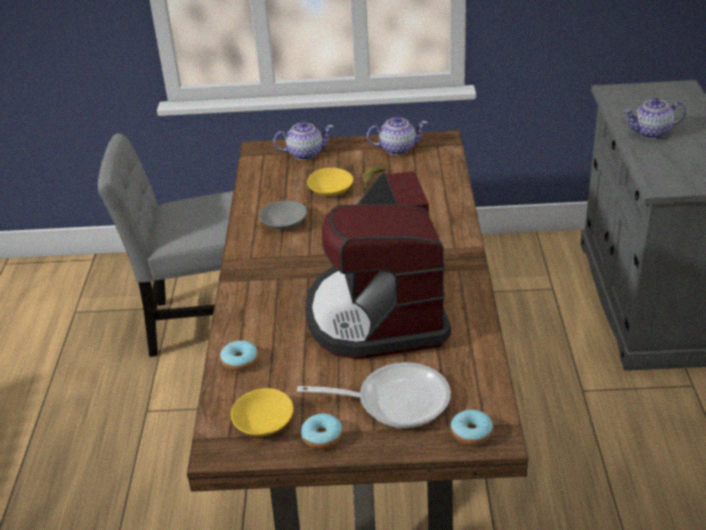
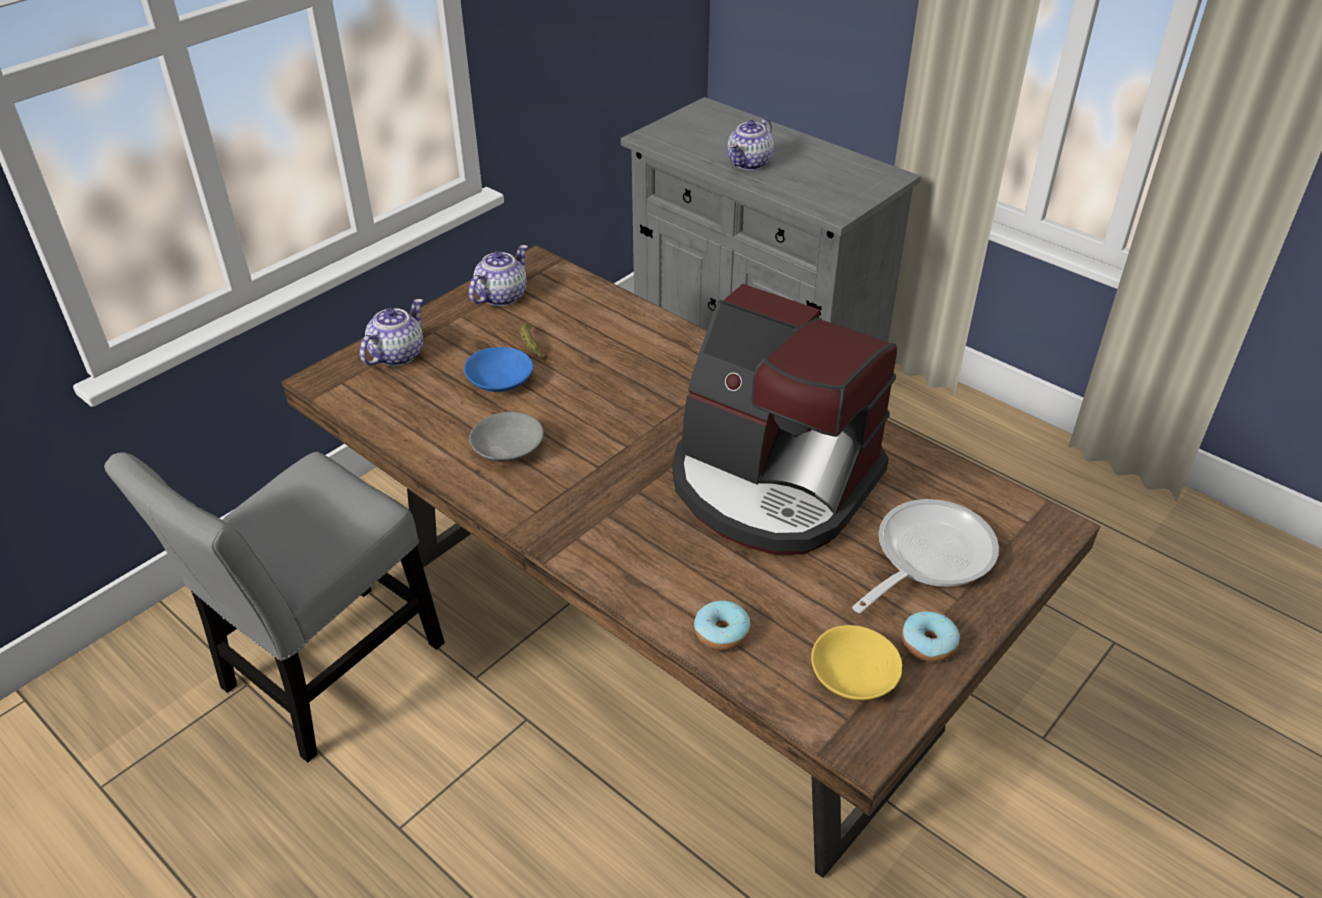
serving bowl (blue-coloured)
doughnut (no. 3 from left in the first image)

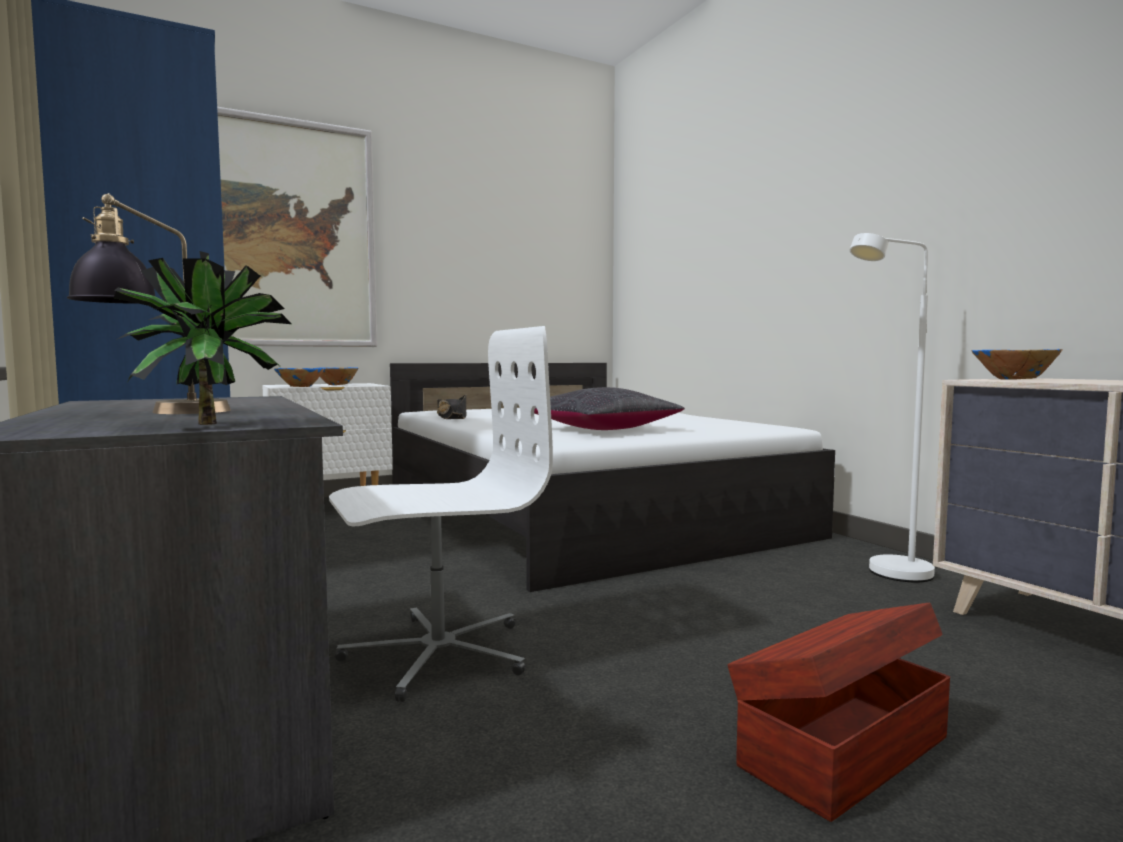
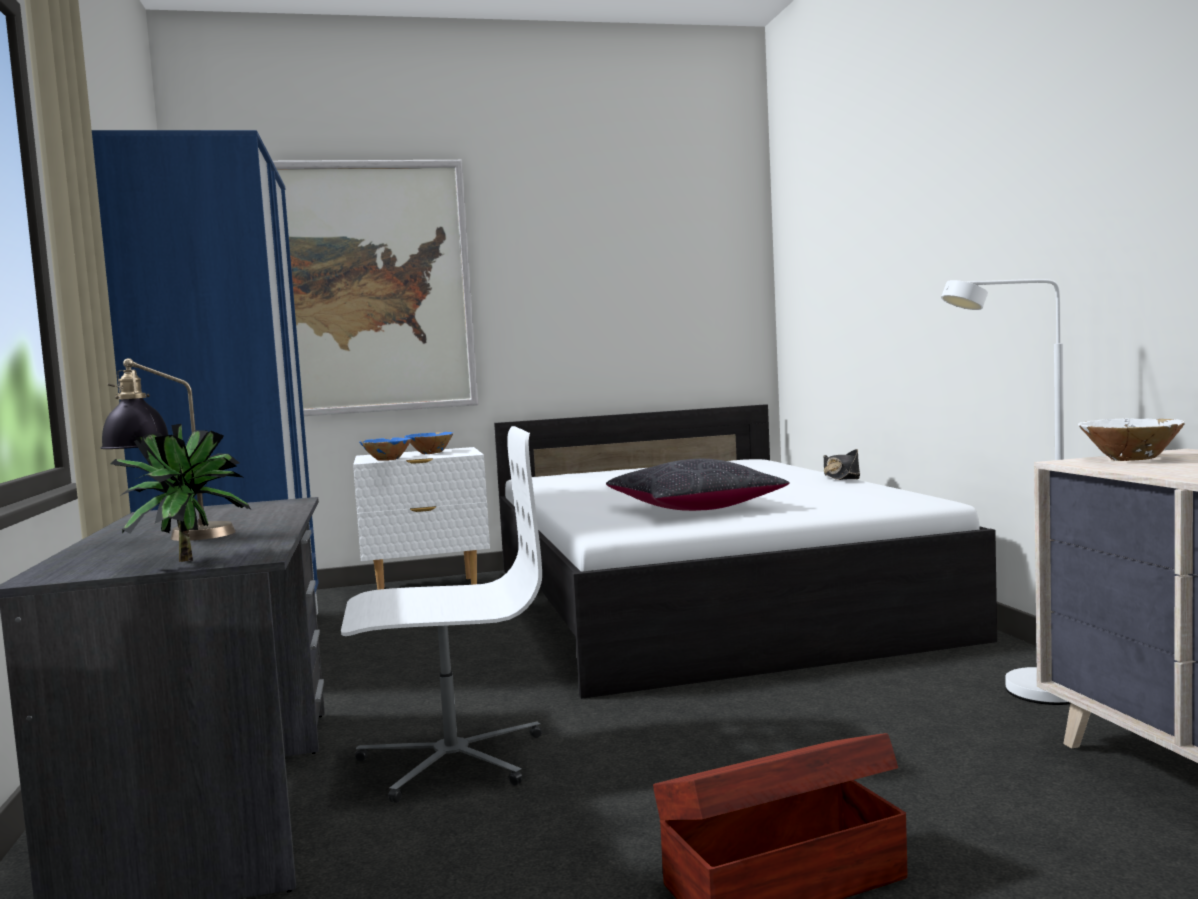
wearable hat (black)
serving bowl (white)

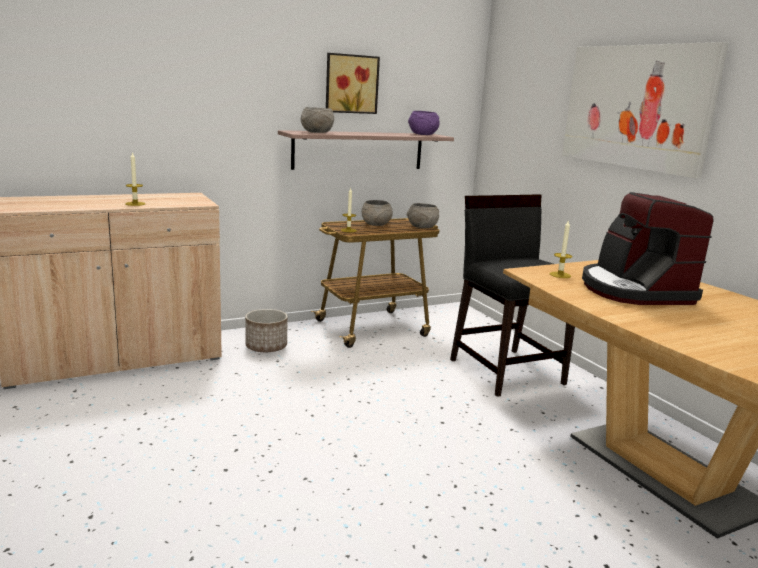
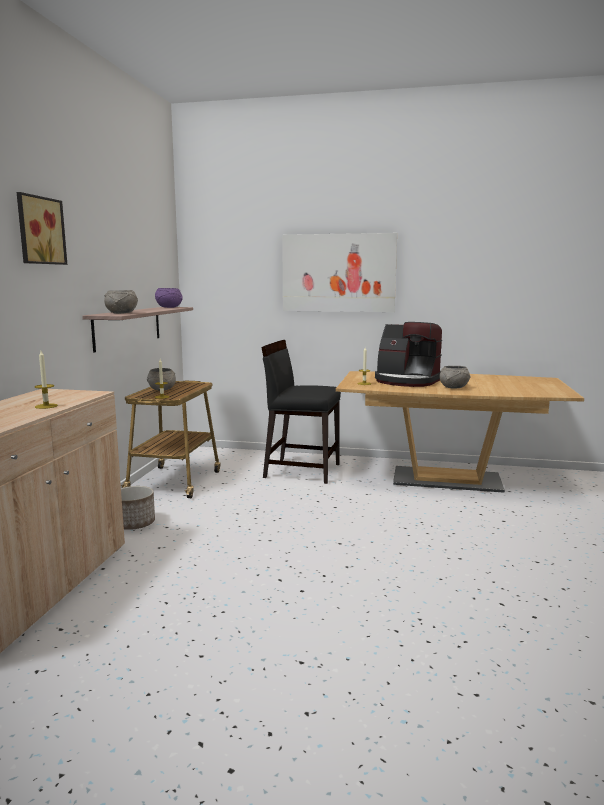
wall art (no. 1 from left)
serving bowl (gray) (no. 3 from left)

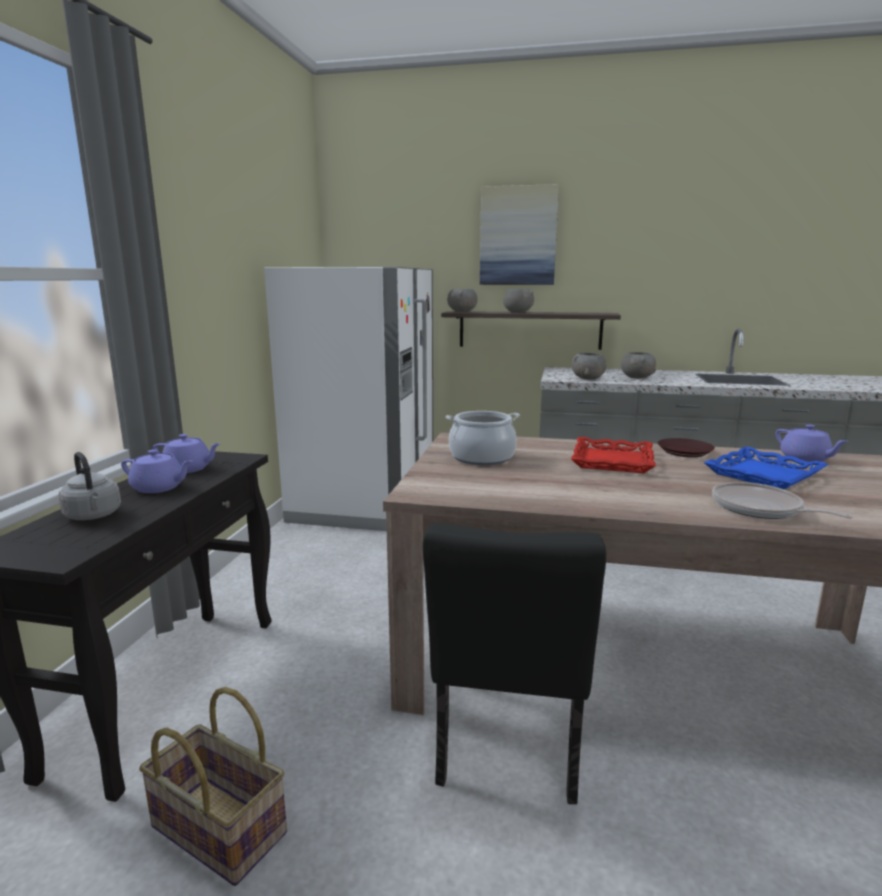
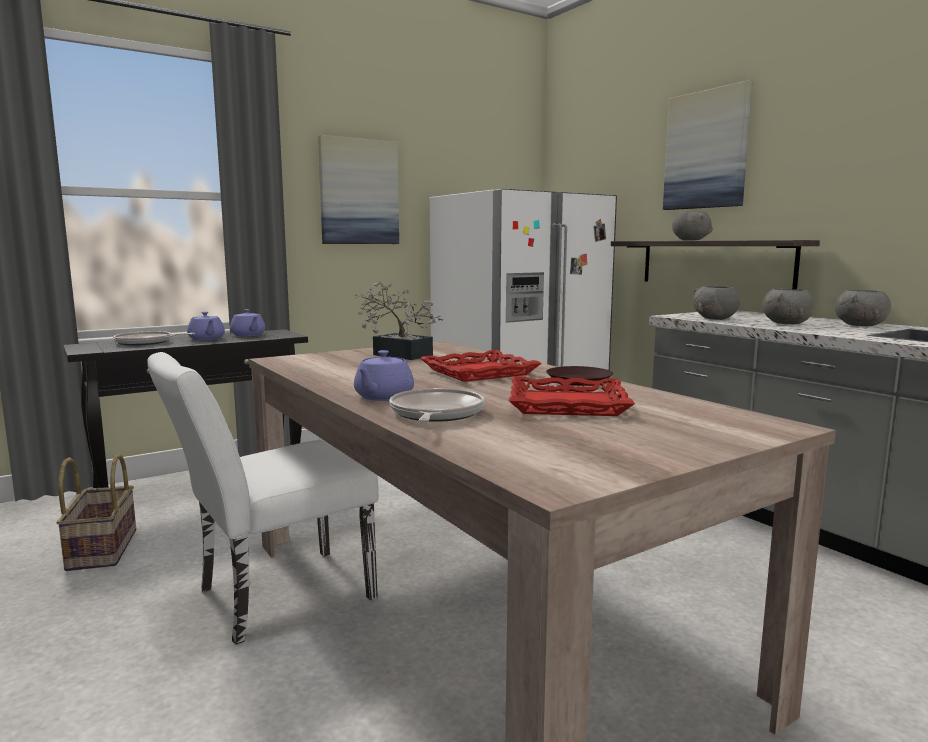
pan (no. 1 from left)
chair (white)
wall art (no. 1 from left)
tea pot (purplish) (no. 3 from left)
plant in a pot
tray (red-coloured) (no. 2 from left)
serving bowl (gray) (no. 4 from left)

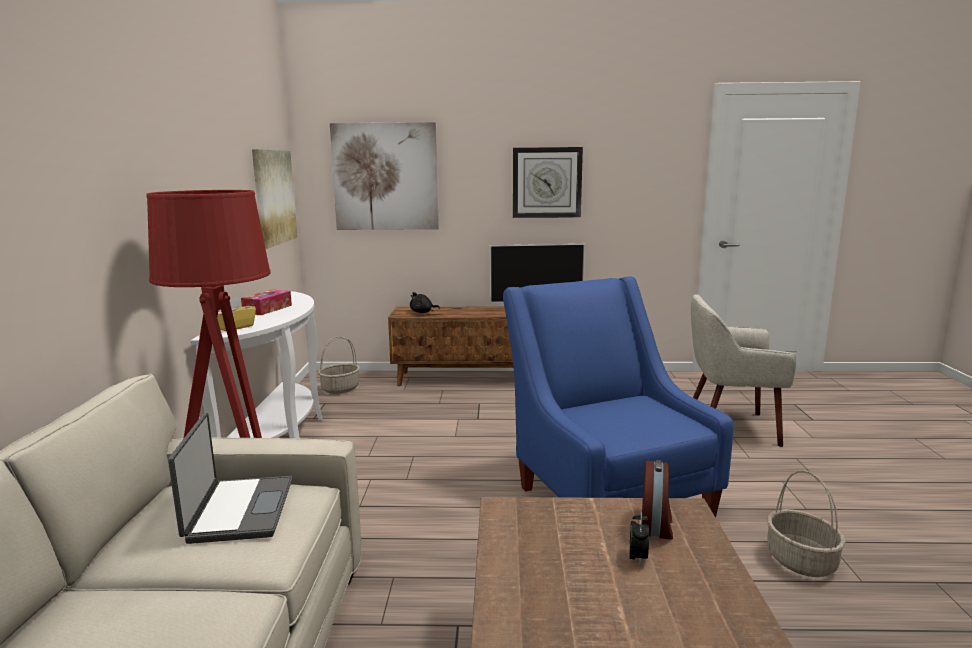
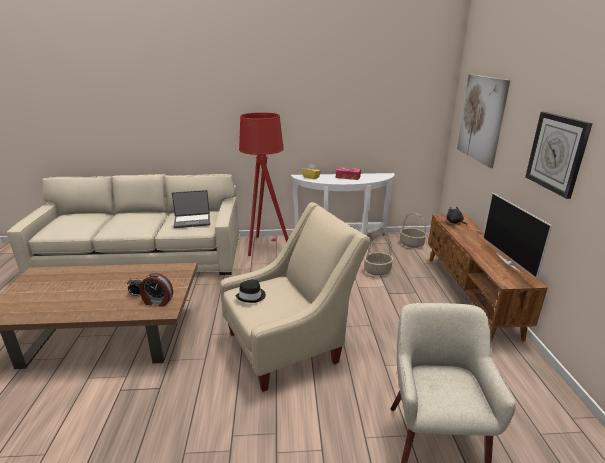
easy chair (beige-coloured) (no. 1 from left)
wearable hat (black)
basket (no. 1 from left)
wall art (no. 1 from left in the first image)

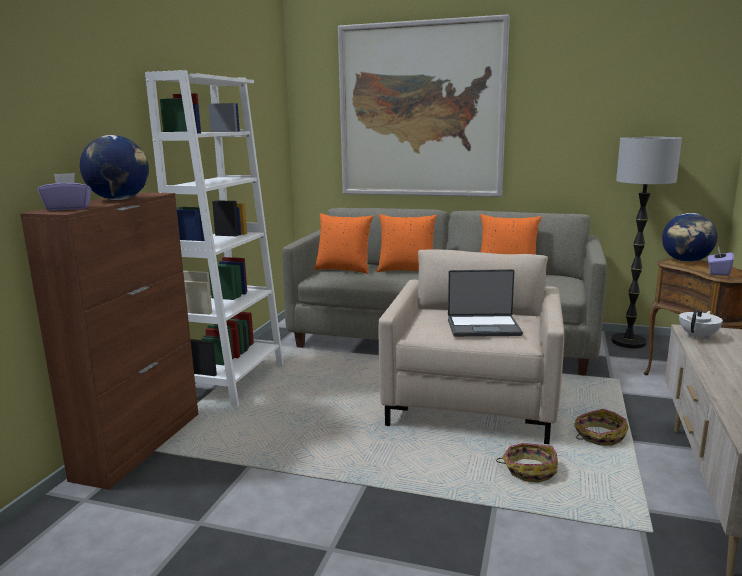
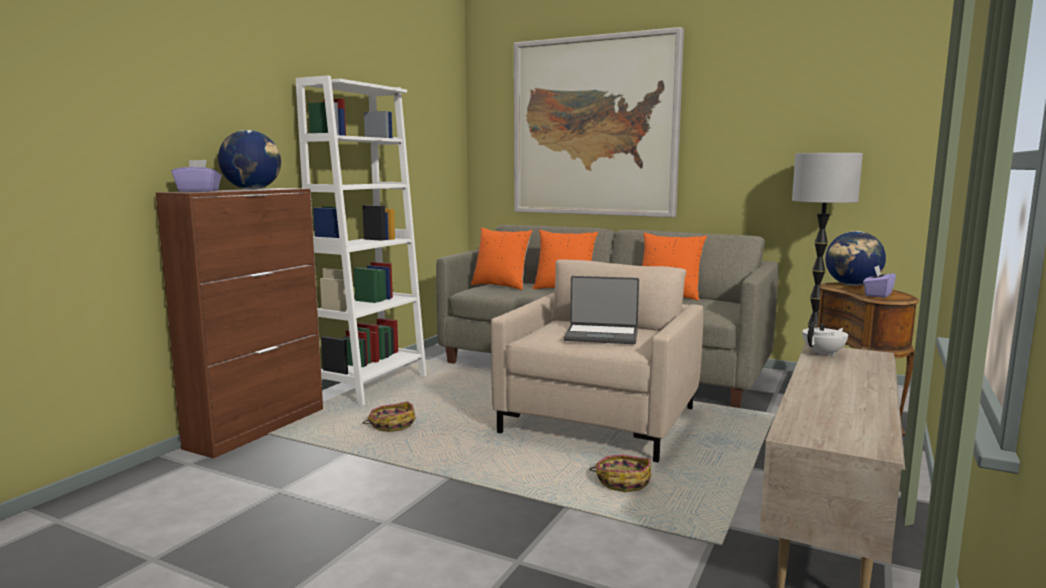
basket (no. 1 from left)

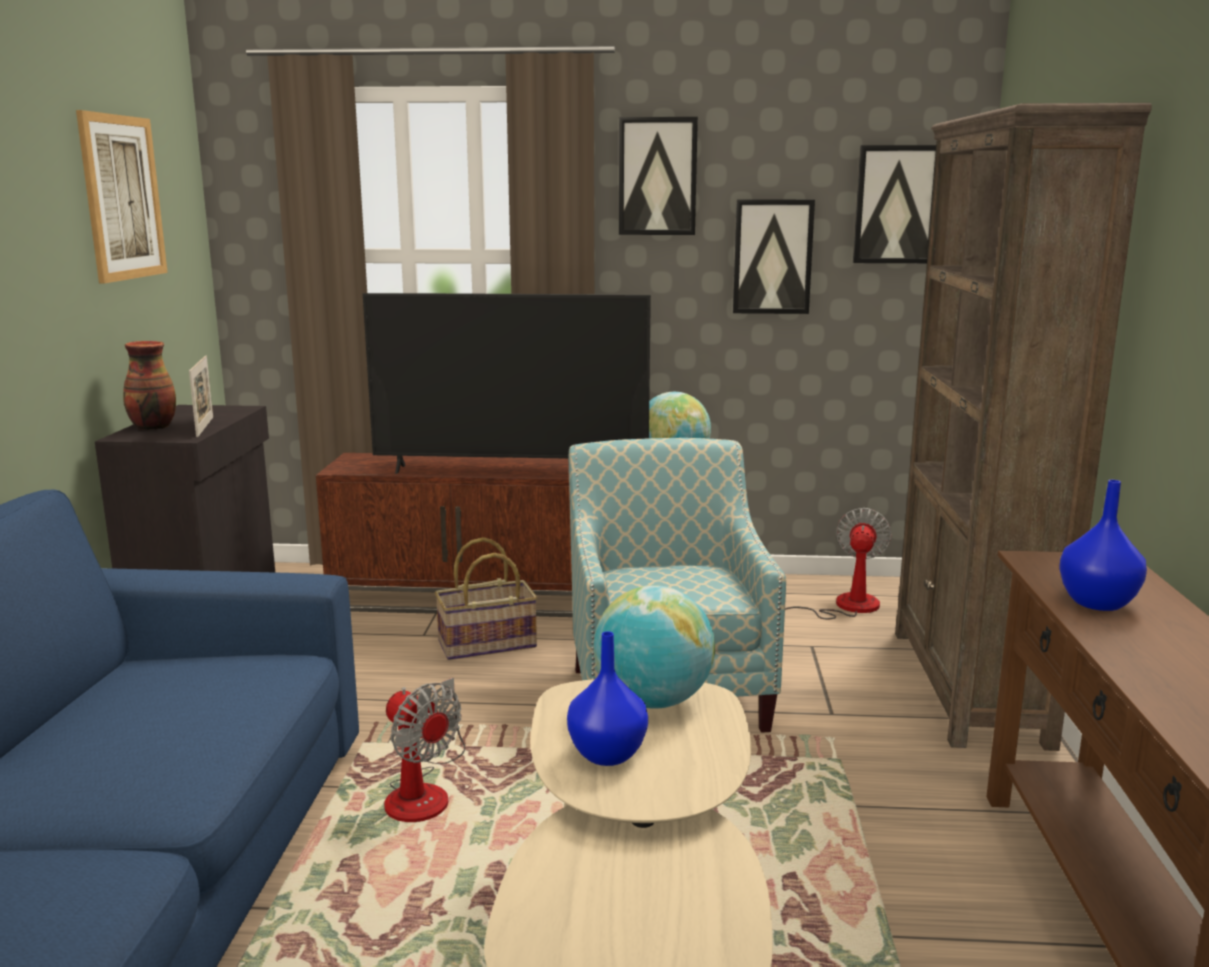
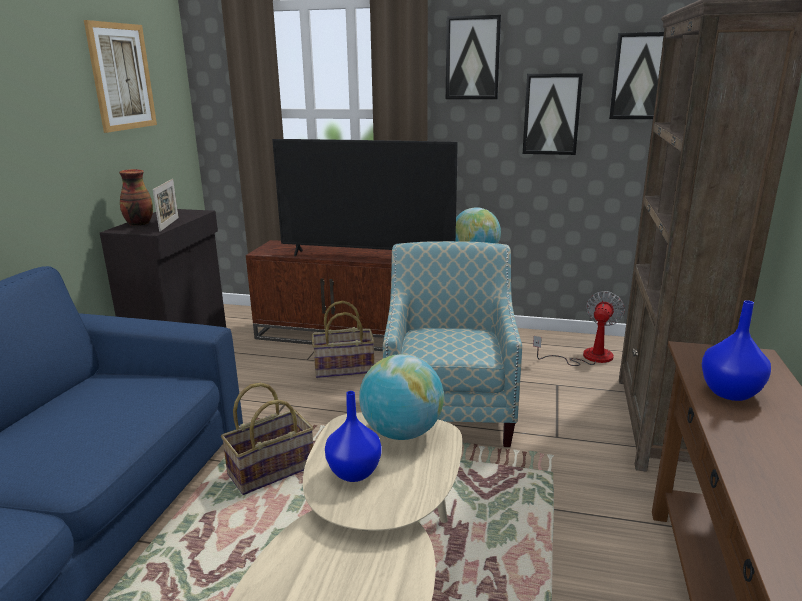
basket (no. 1 from left)

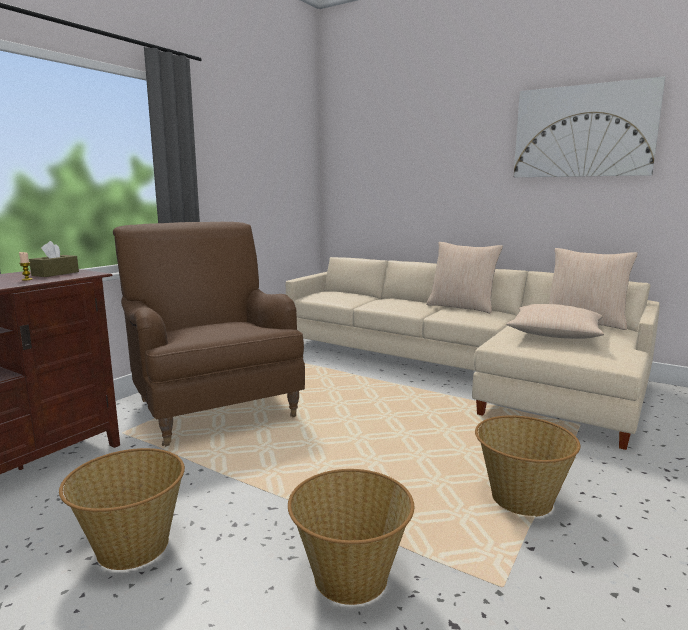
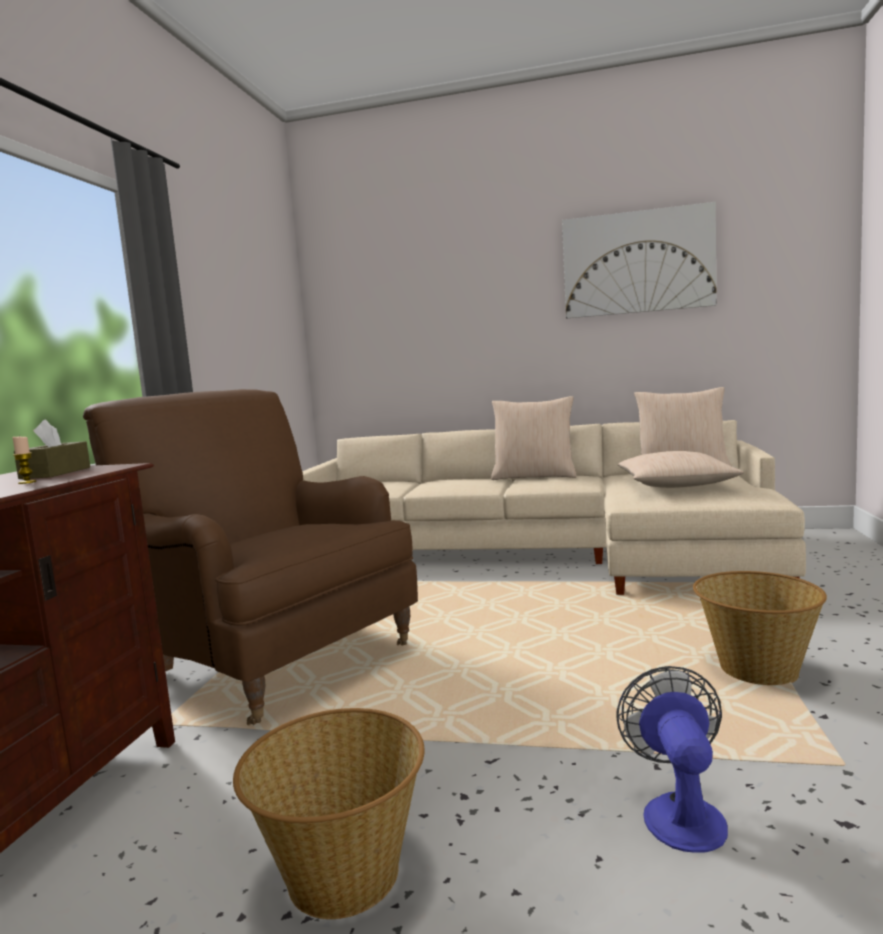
cooling fan

